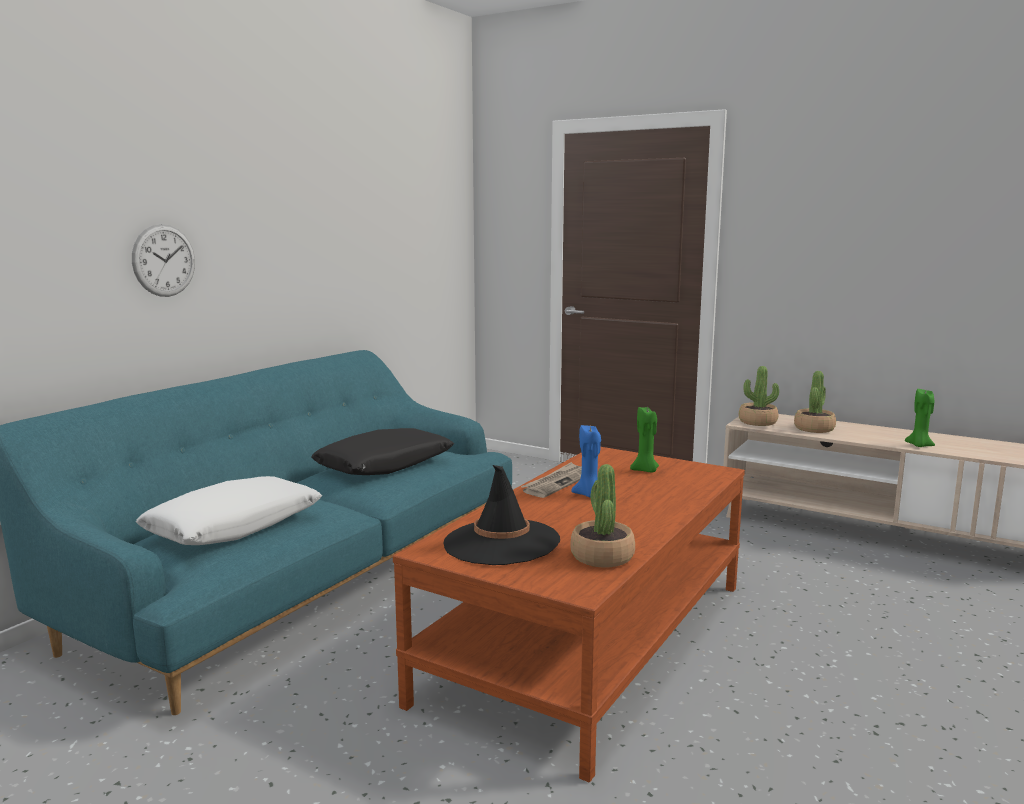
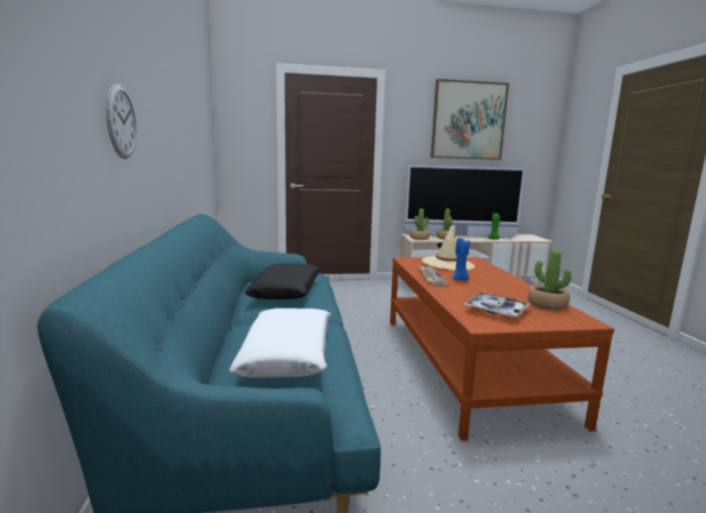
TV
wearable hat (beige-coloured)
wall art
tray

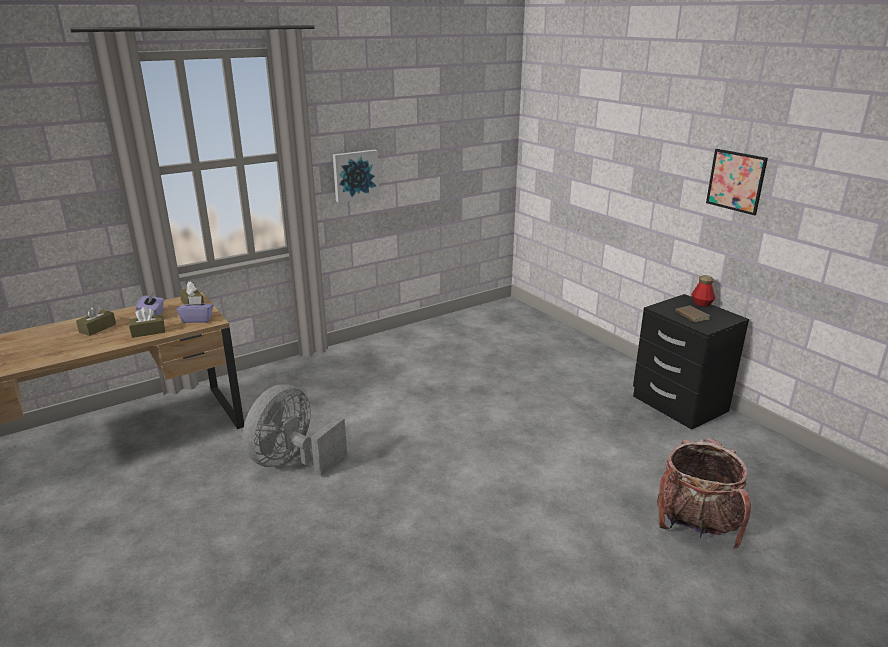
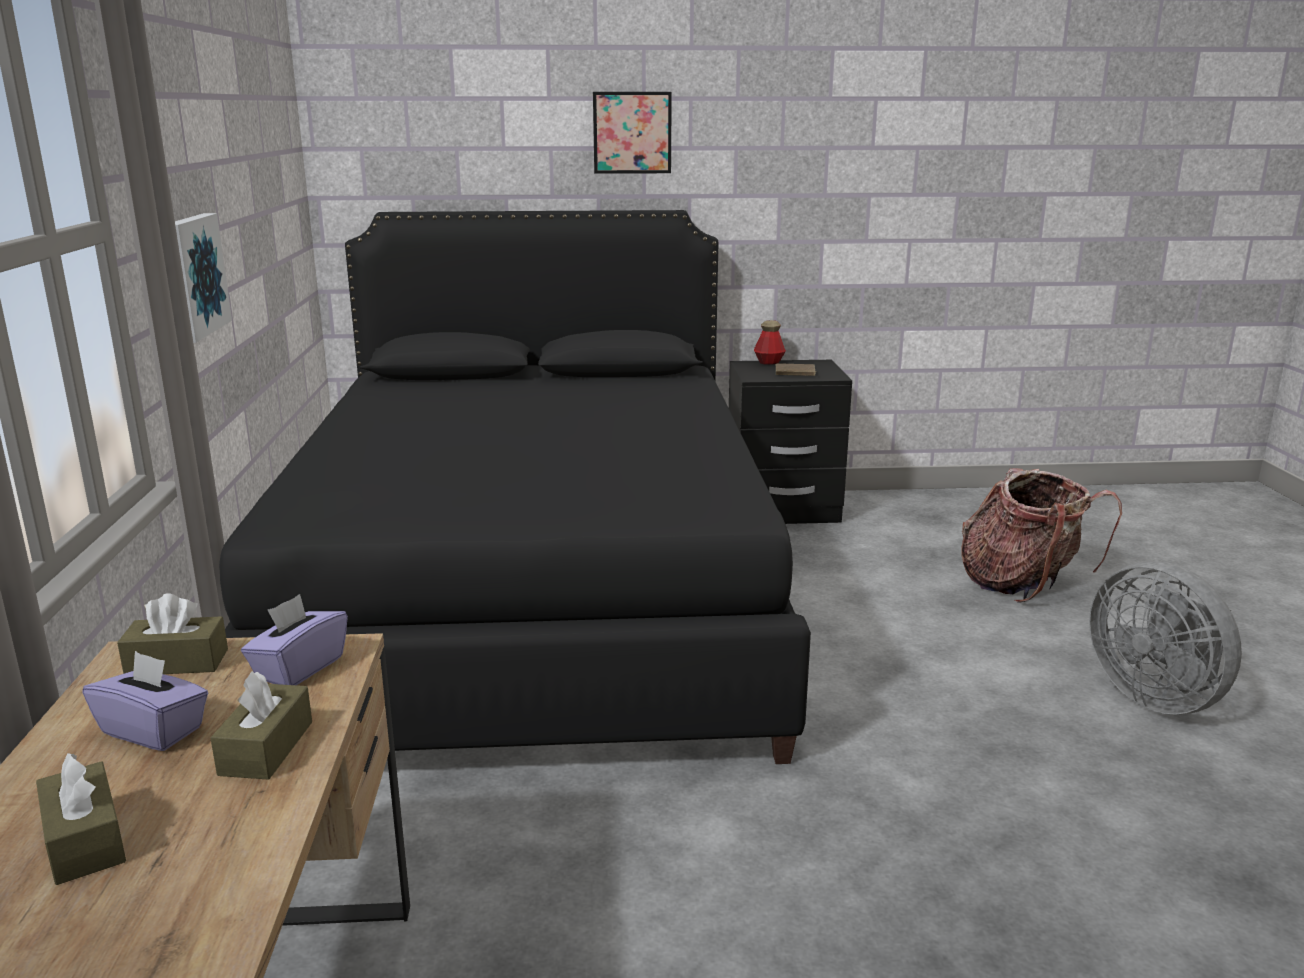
bed (black)
wall art (no. 2 from left)
cooling fan (gray)

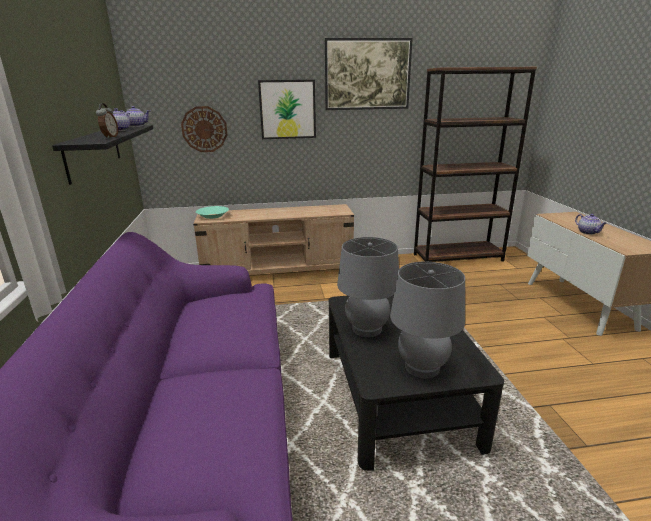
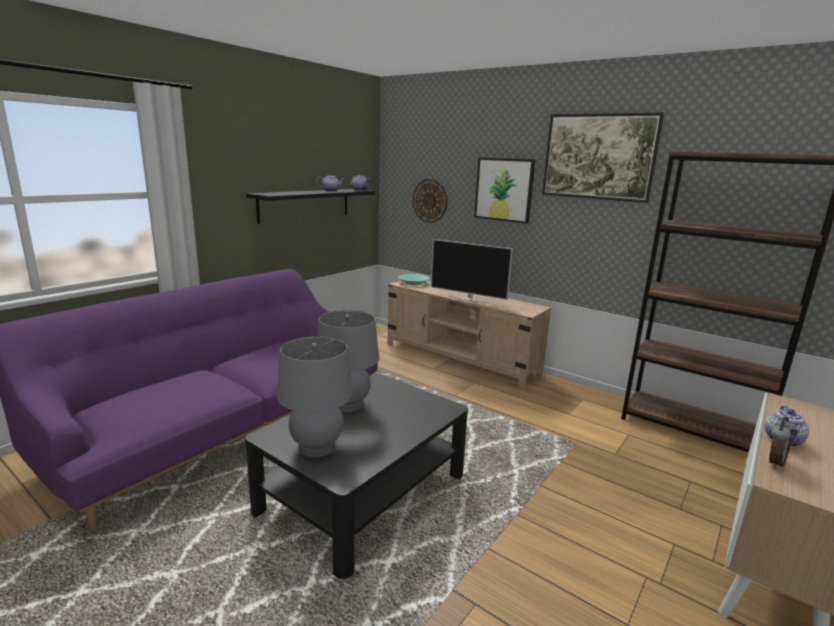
TV
table clock

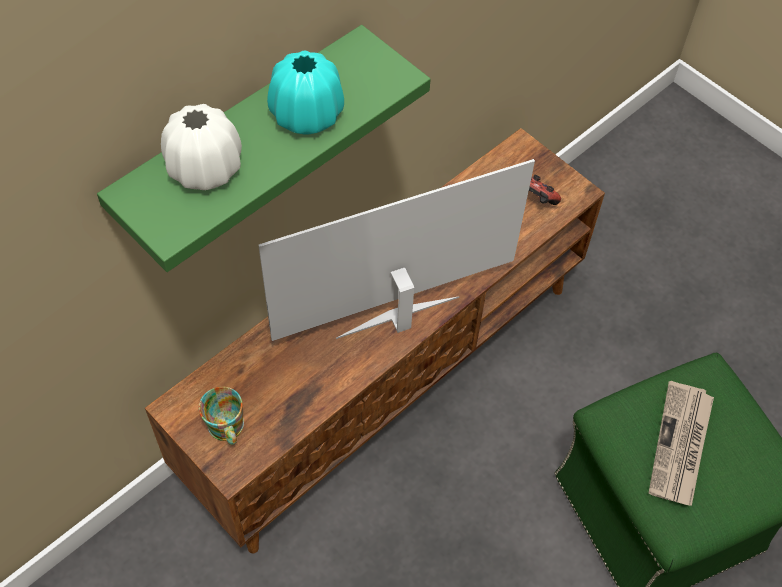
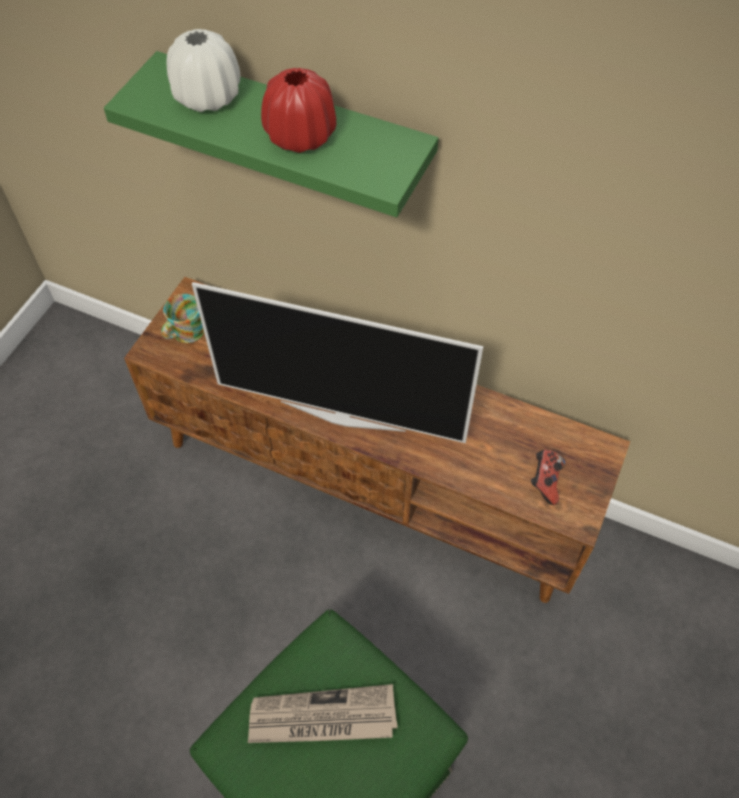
TV
flower vase (red-coloured)

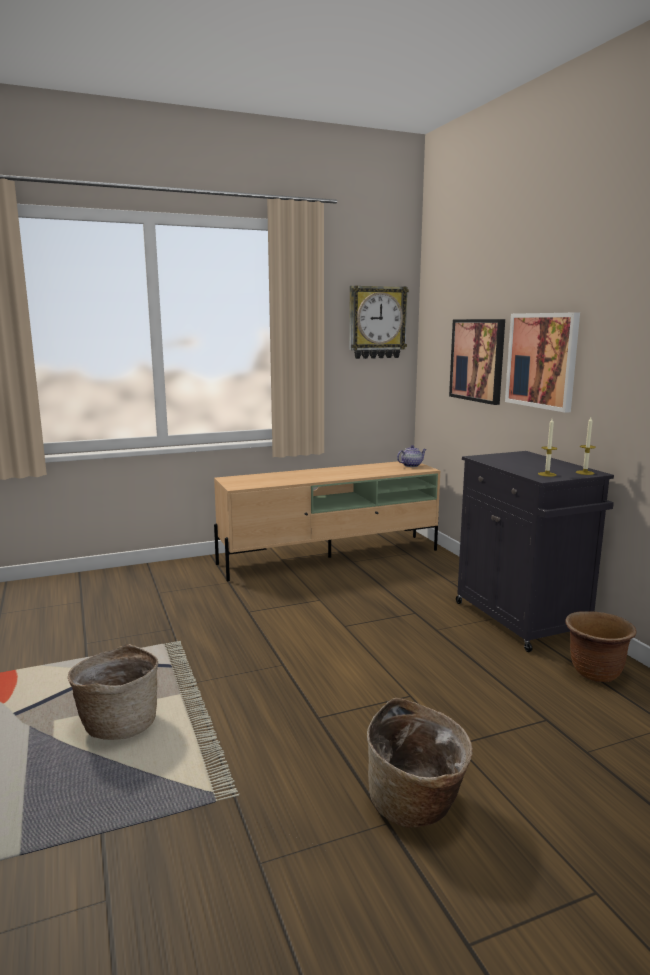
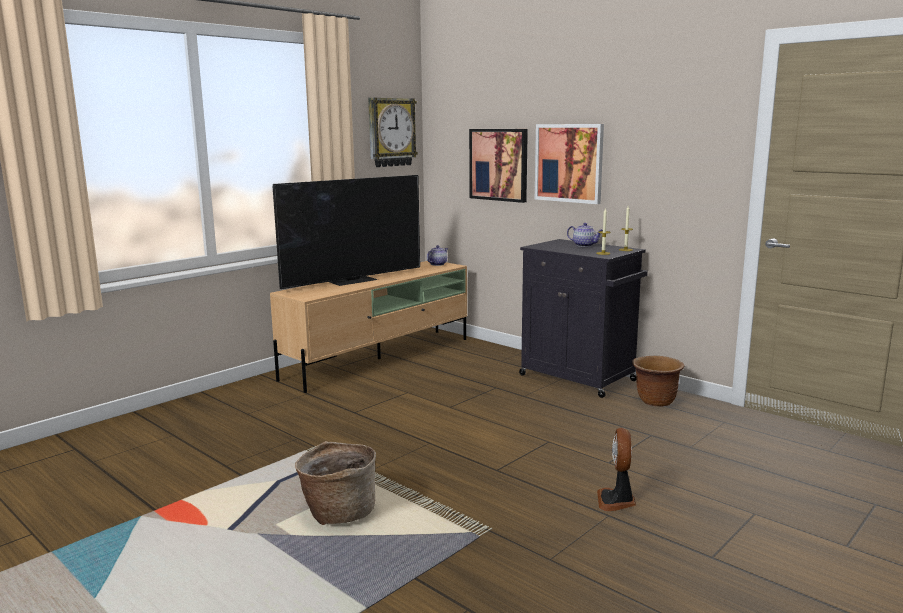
TV
tea pot (no. 2 from left)
cooling fan

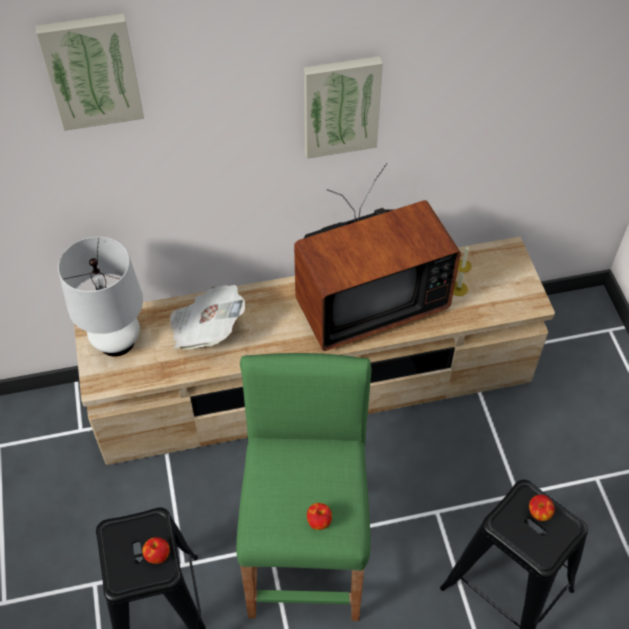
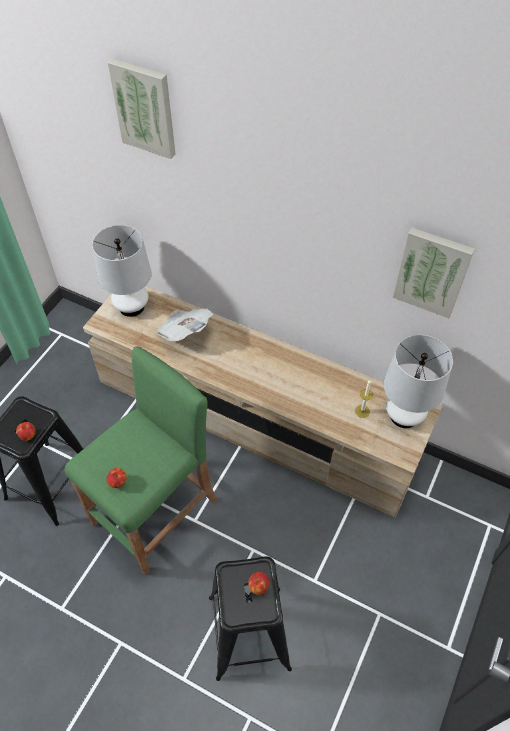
table lamp (white) (no. 2 from left)
wall art (no. 2 from left)
TV

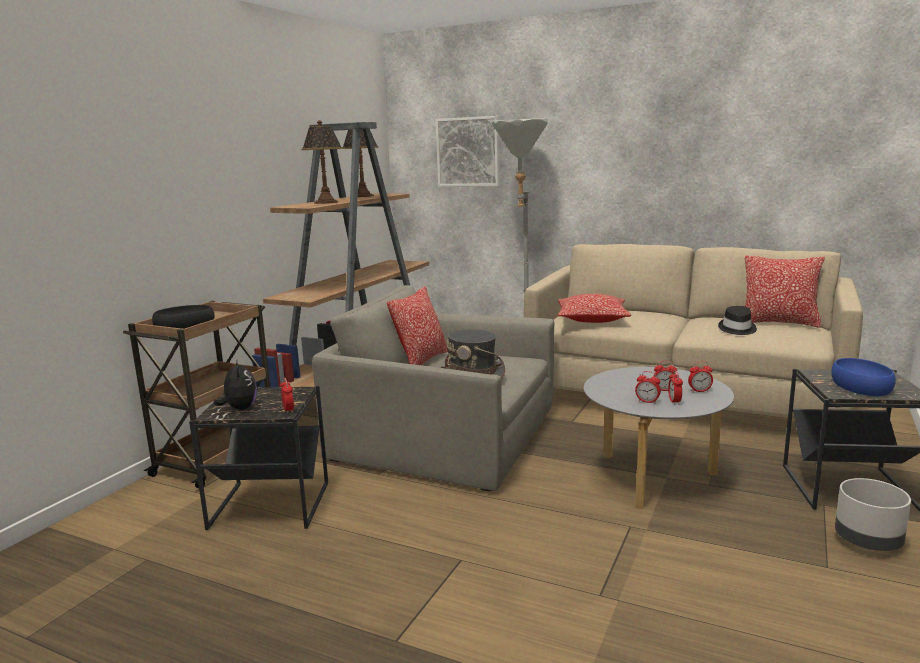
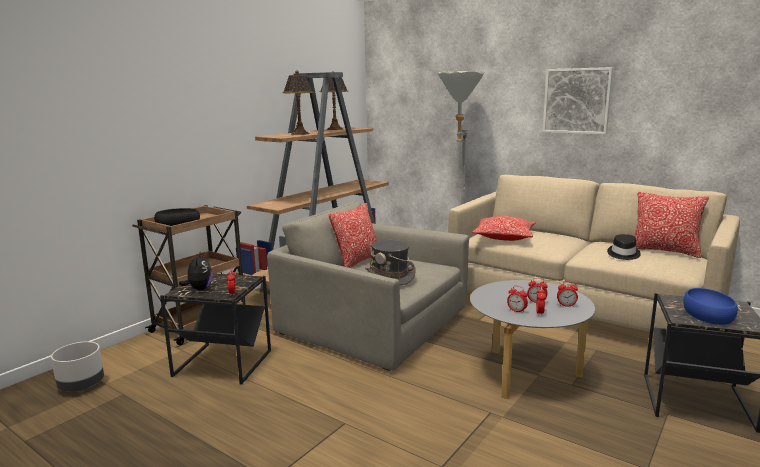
planter (gray)
wall art

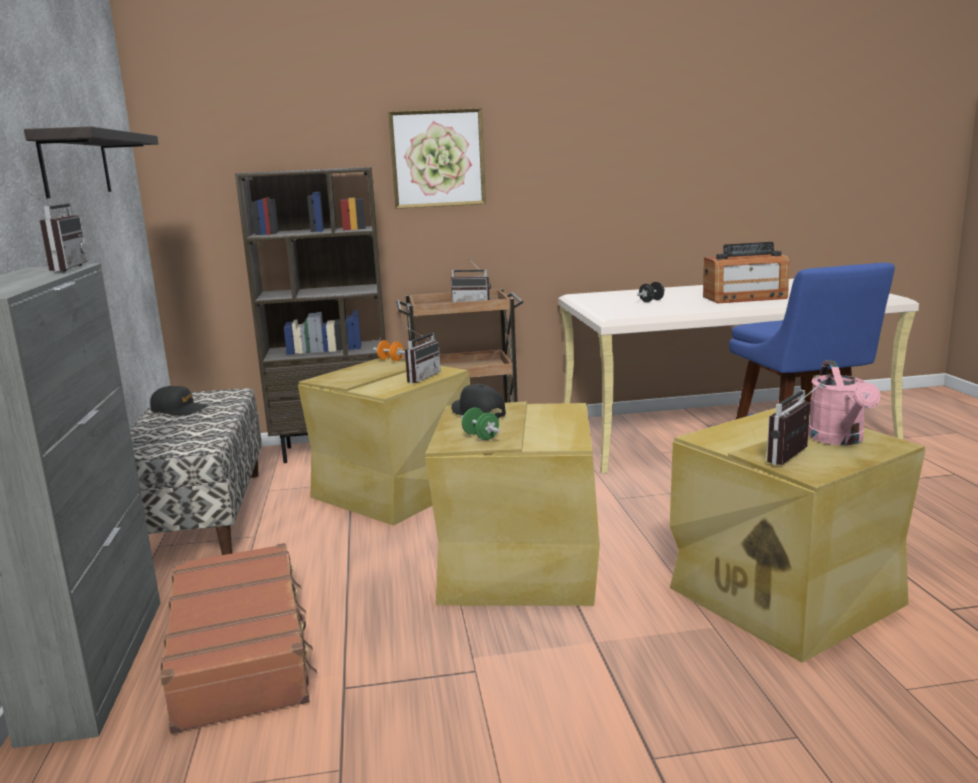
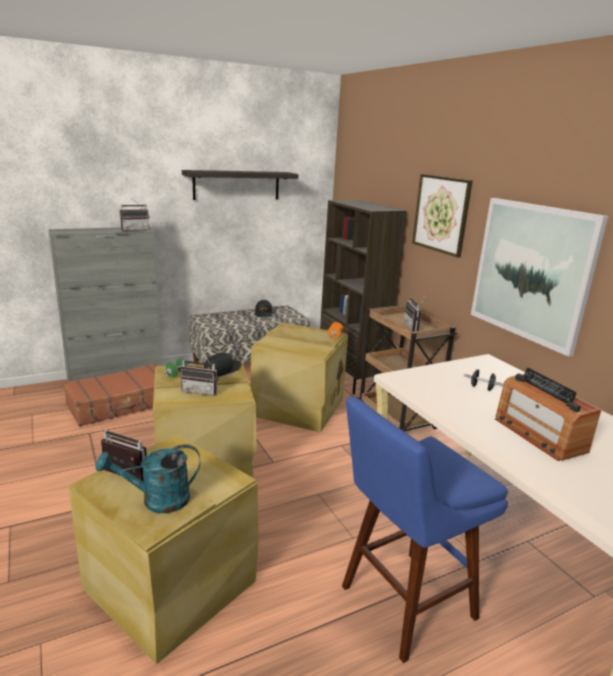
watering can (turquoise)
radio receiver (no. 3 from left)
wall art (no. 2 from left)

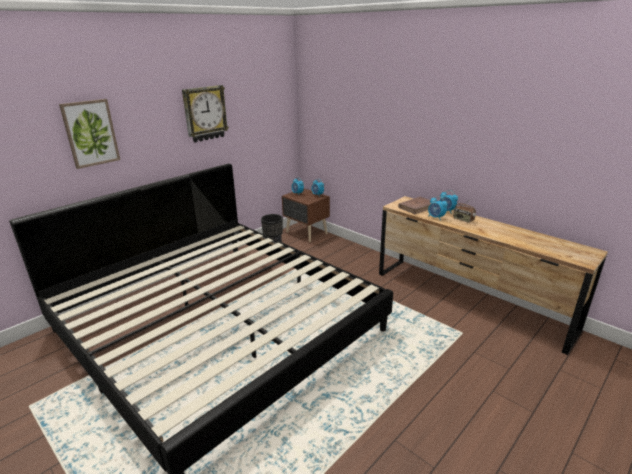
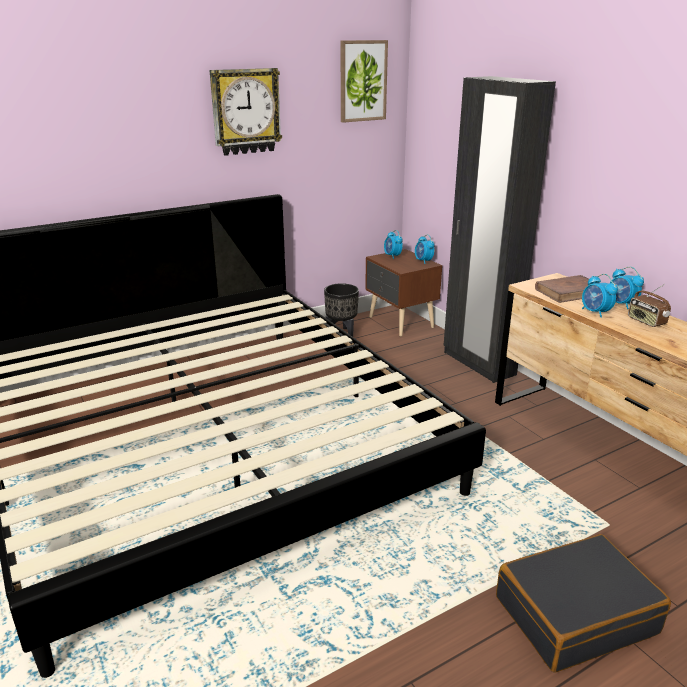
wall art
armoire (black)
travel case (black)

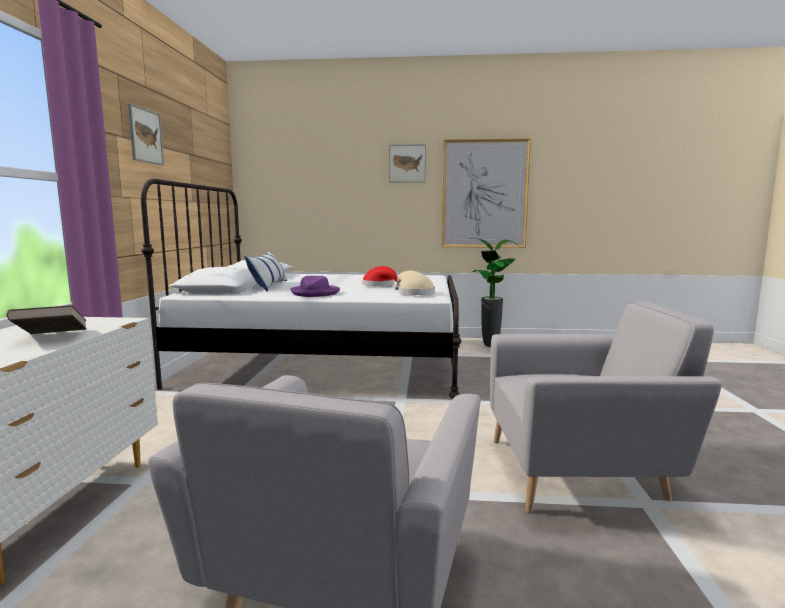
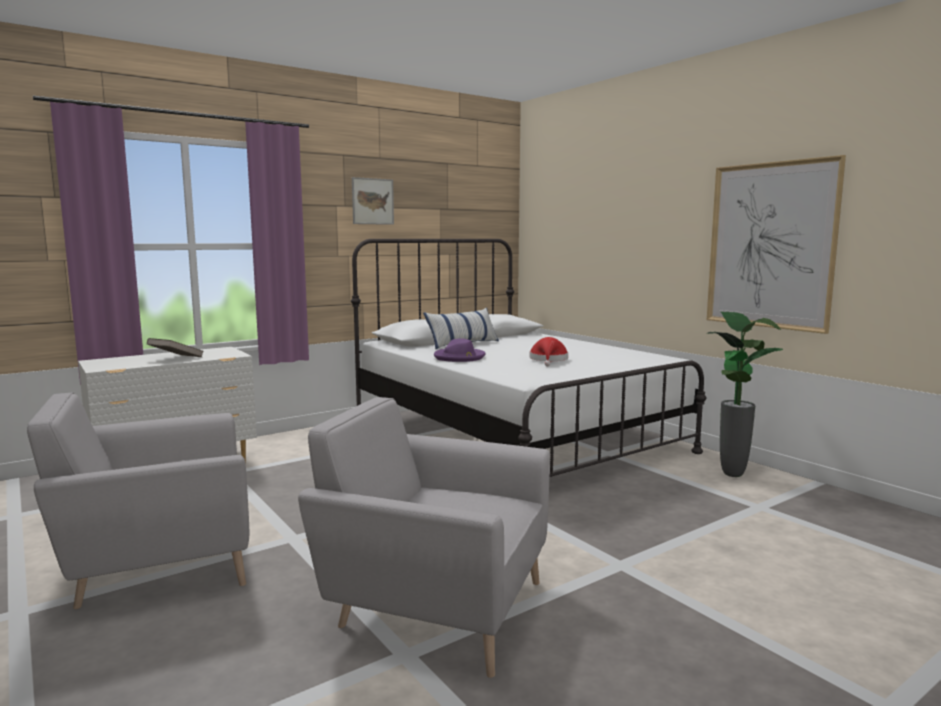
easy chair (gray) (no. 2 from left)
wall art (no. 2 from left in the first image)
wearable hat (beige-coloured)

